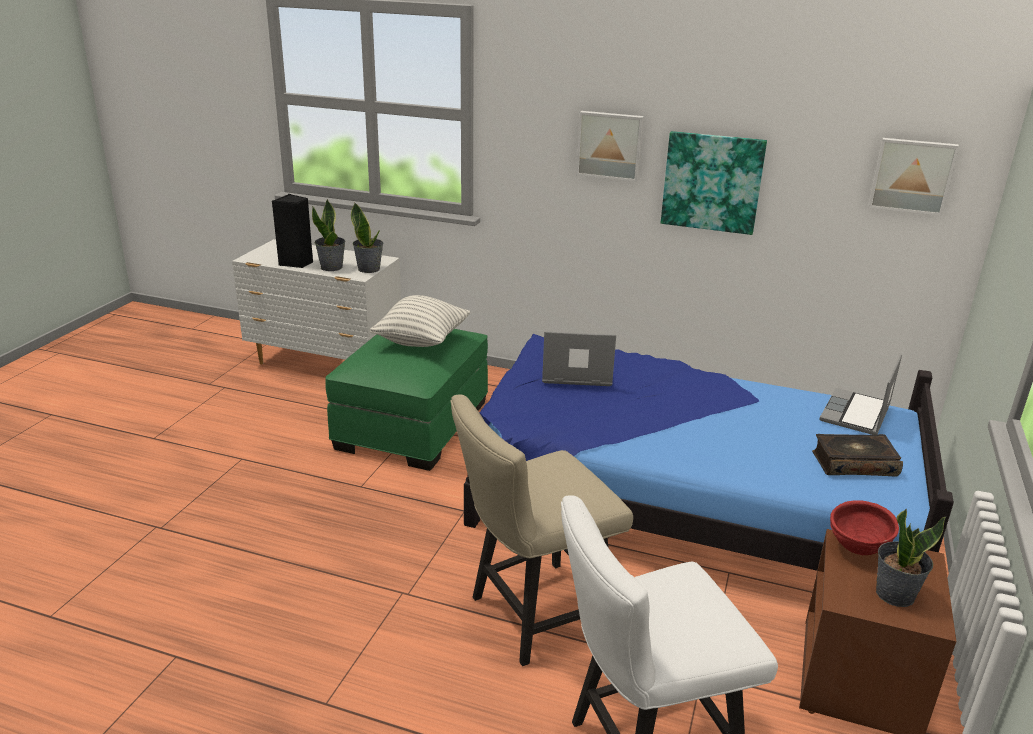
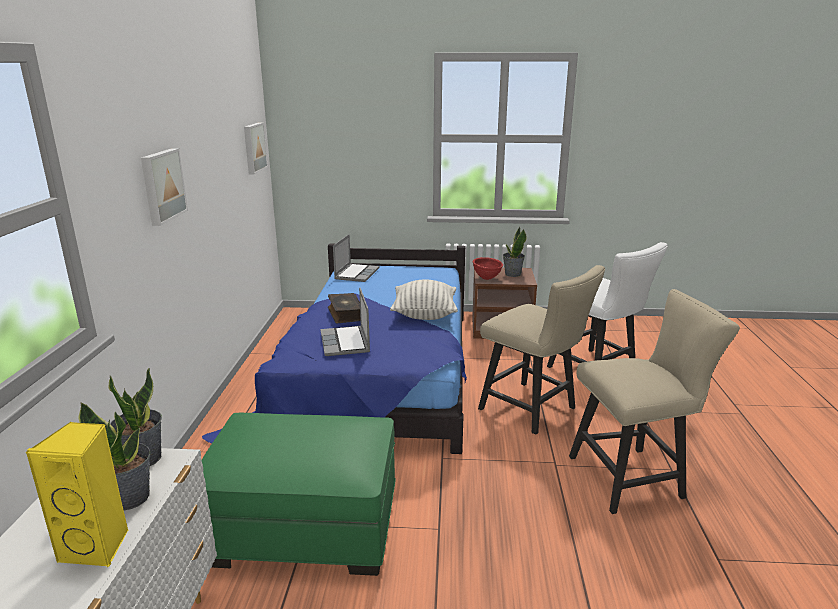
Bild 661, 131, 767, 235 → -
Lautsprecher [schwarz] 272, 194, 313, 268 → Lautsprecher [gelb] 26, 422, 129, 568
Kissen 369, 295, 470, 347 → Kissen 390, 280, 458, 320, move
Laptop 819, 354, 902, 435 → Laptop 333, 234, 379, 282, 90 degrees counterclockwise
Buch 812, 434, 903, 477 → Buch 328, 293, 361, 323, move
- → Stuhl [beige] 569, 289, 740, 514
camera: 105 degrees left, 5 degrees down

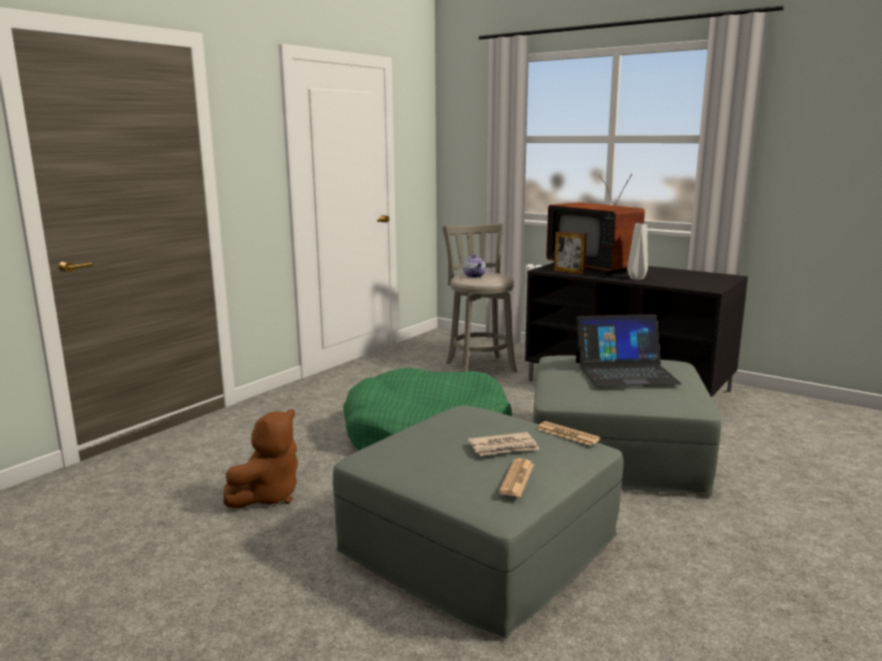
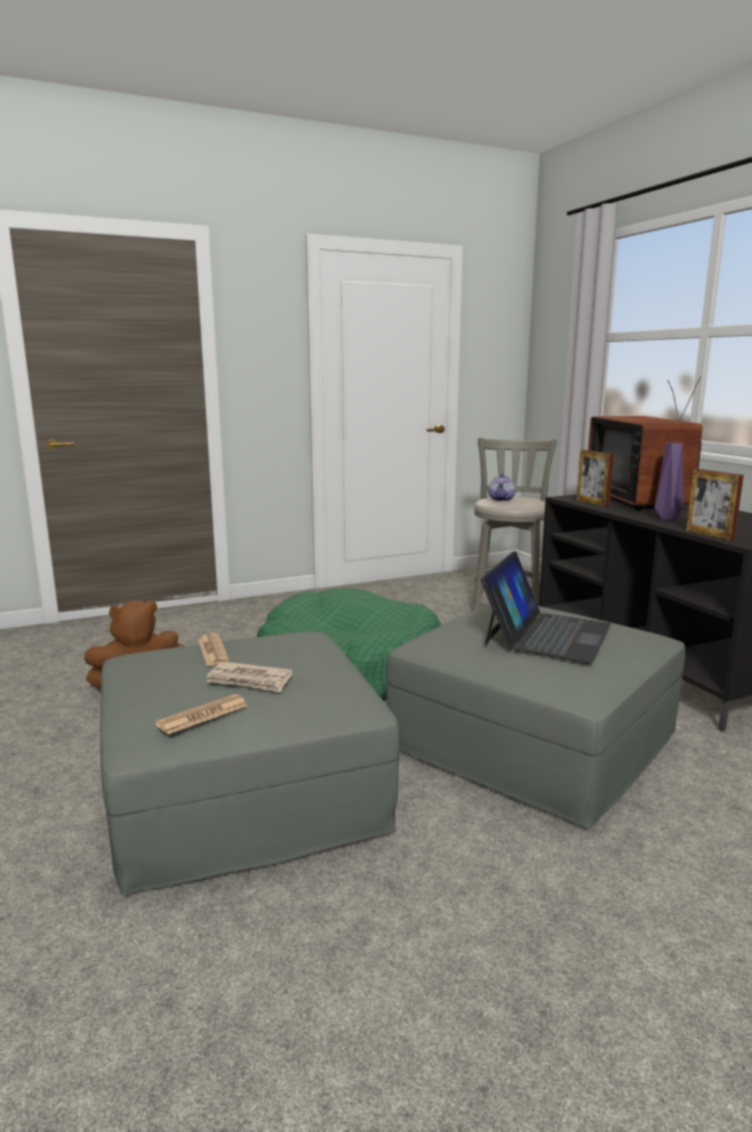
Vase [grau] 627, 223, 648, 280 → Vase [lila] 655, 442, 684, 521
Laptop 576, 314, 682, 387 → Laptop 481, 551, 611, 663, 90 degrees counterclockwise
Zeitung 537, 421, 601, 446 → Zeitung 198, 634, 229, 666, move
- → Bilderrahmen 686, 469, 744, 541
camera: 30 degrees right, 0 degrees up

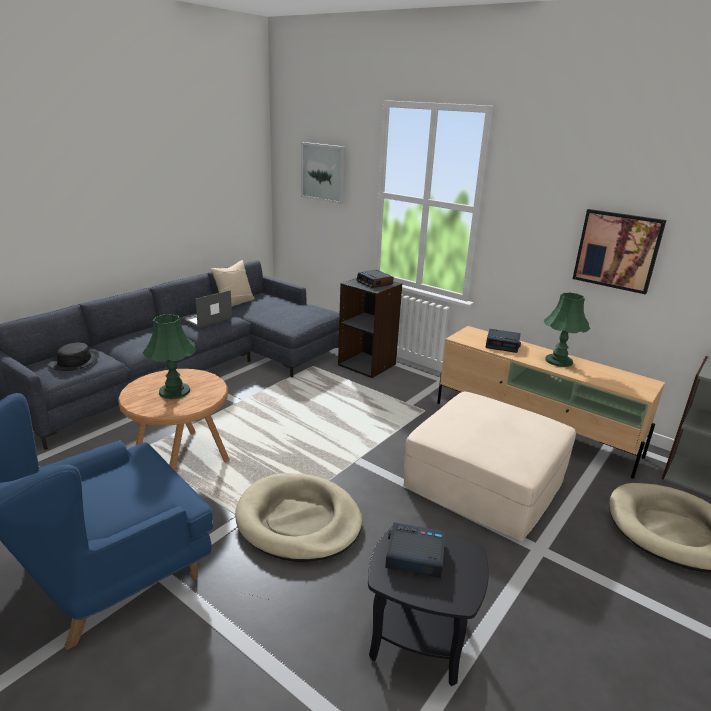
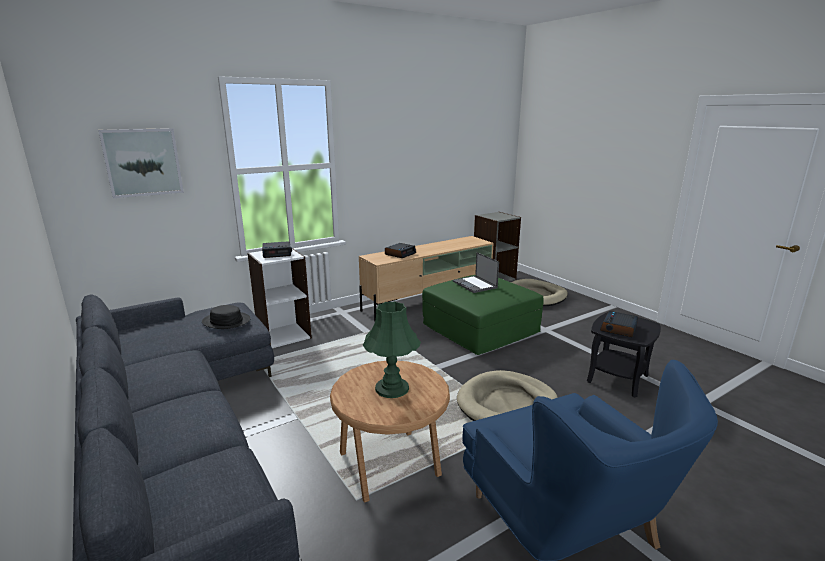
Bild 573, 209, 666, 295 → -
Kissen [beige] 211, 260, 255, 307 → -
Bücherregal [schwarz] 338, 278, 402, 378 → Bücherregal [weiß] 247, 248, 312, 348
Laptop 180, 290, 232, 328 → Laptop 453, 252, 499, 293, move
Tischlampe [grün] 544, 292, 590, 367 → -
Hut [schwarz] 49, 342, 99, 371 → Hut [schwarz] 202, 305, 251, 329, move
Polsterhocker [beige] 403, 391, 576, 541 → Polsterhocker [grün] 422, 275, 544, 355
camera: 70 degrees left, 5 degrees down

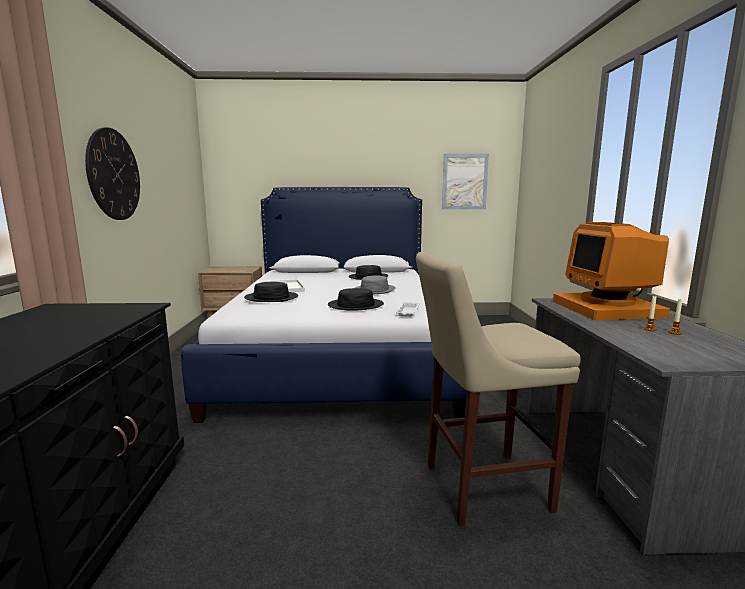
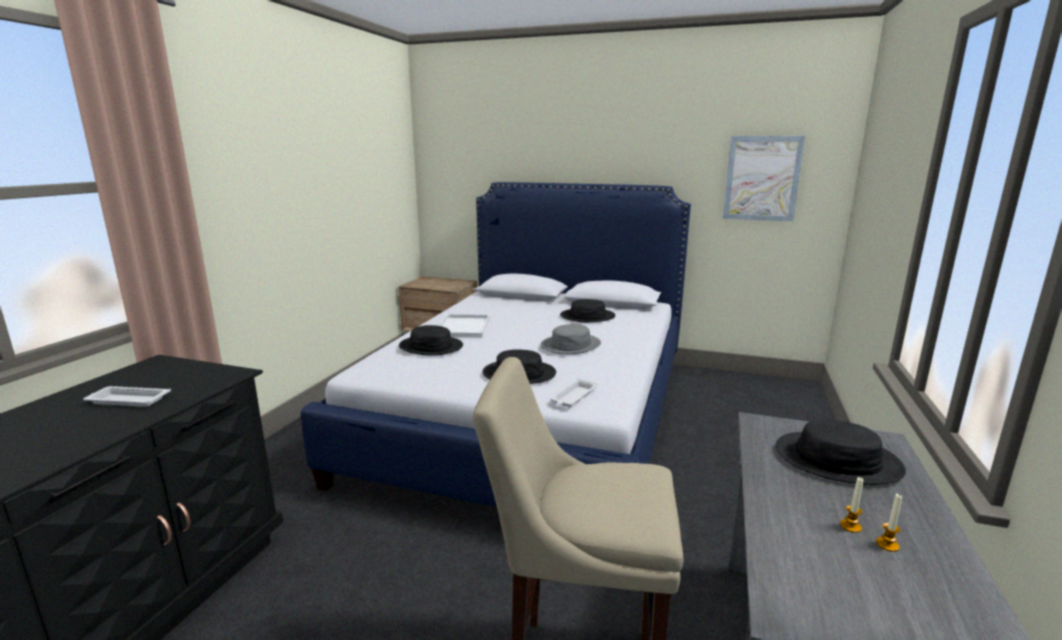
Wanduhr 85, 127, 140, 220 → -
Monitor 553, 222, 670, 320 → Hut [schwarz] 776, 420, 906, 485
- → Tablett [weiß] 83, 386, 171, 407
camera: 20 degrees right, 5 degrees up

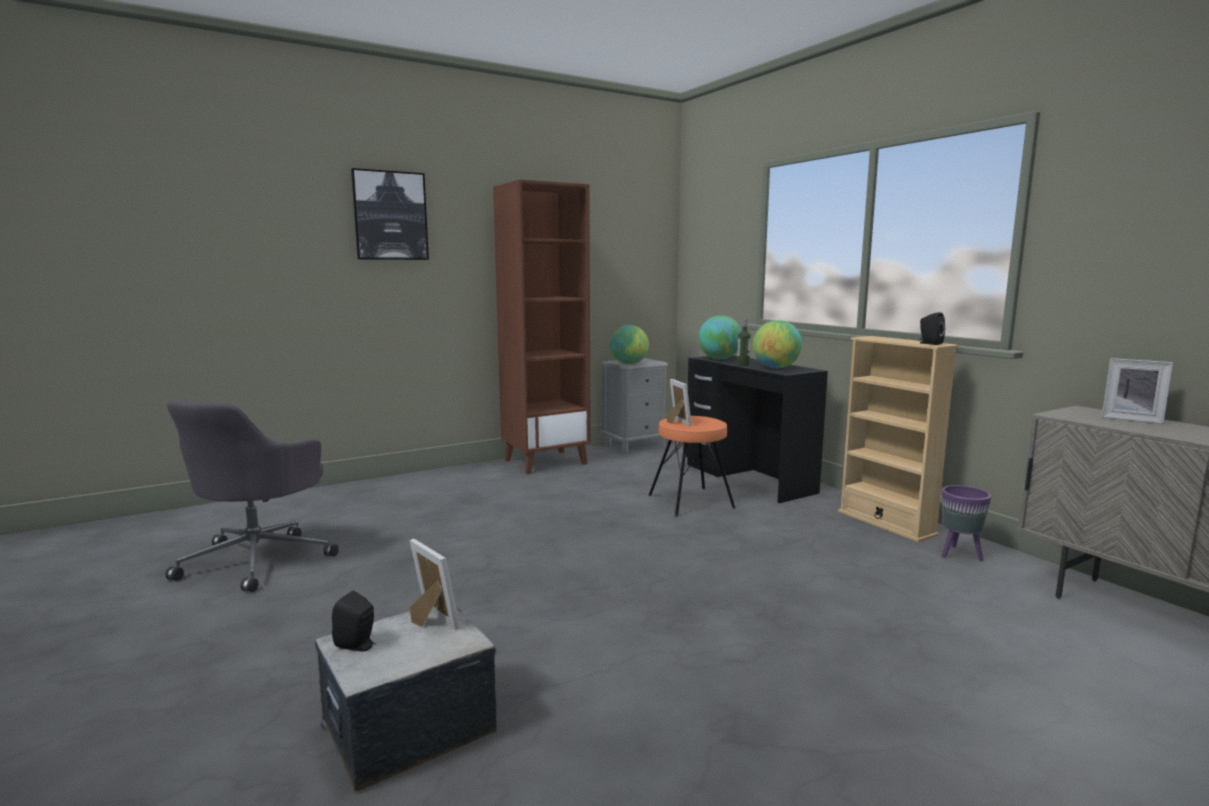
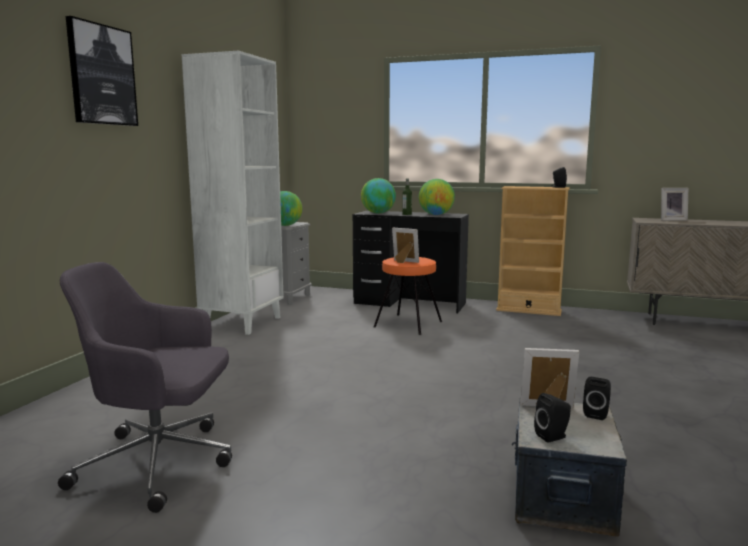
Bücherregal [braun] 493, 179, 591, 474 → Bücherregal [weiß] 182, 51, 284, 335
Bürostuhl [grau] 165, 400, 339, 592 → Bürostuhl [grau] 58, 262, 232, 513, 120 degrees clockwise
Pflanzkübel [lila] 942, 485, 991, 561 → -
- → Lautsprecher [schwarz] 583, 377, 611, 420
camera: 40 degrees left, 0 degrees up

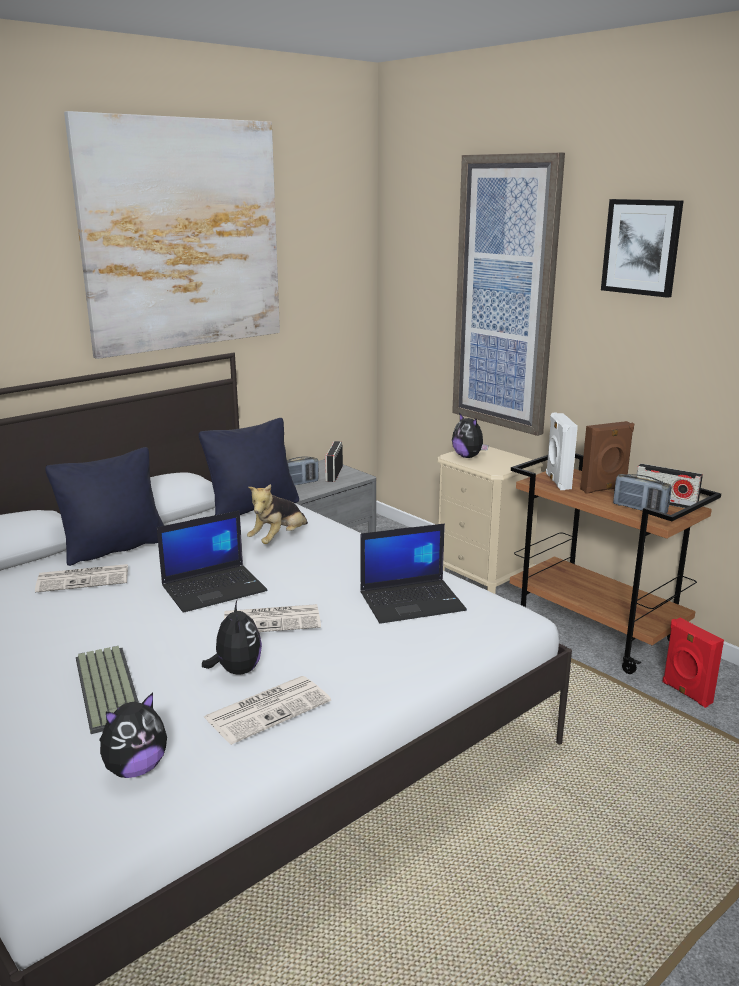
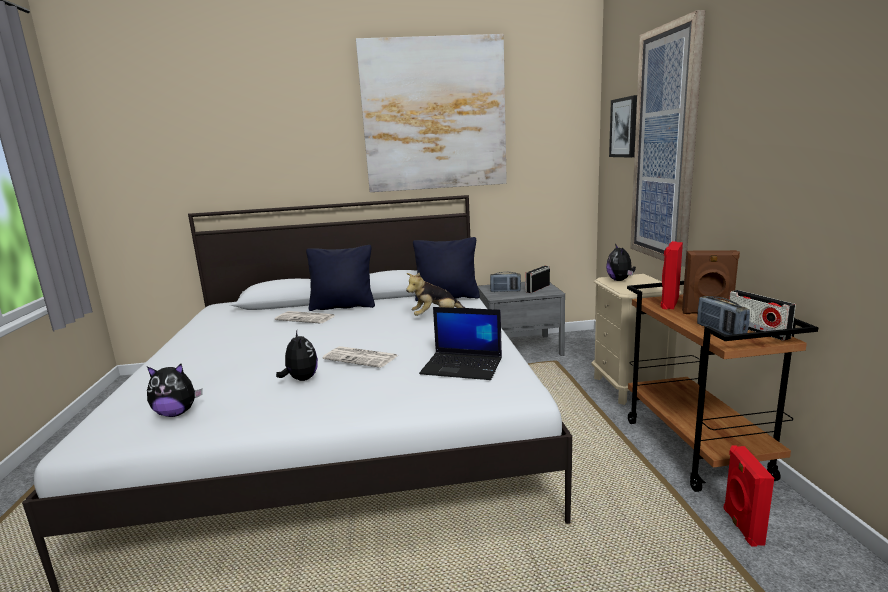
Bild 601, 199, 683, 298 → Bild 609, 95, 637, 157, move
Lautsprecher [weiß] 546, 413, 578, 490 → Lautsprecher [rot] 661, 241, 683, 309
Laptop 157, 510, 268, 613 → -
Plüschtier 202, 601, 262, 675 → Plüschtier 276, 331, 318, 381, 45 degrees counterclockwise
Tastatur 76, 646, 139, 734 → -
Zeitung 204, 676, 331, 745 → -
camera: 35 degrees right, 5 degrees down

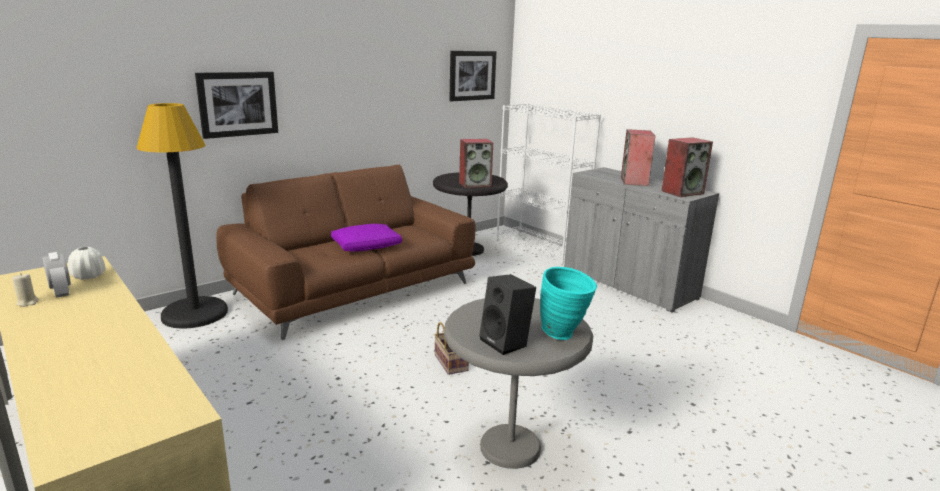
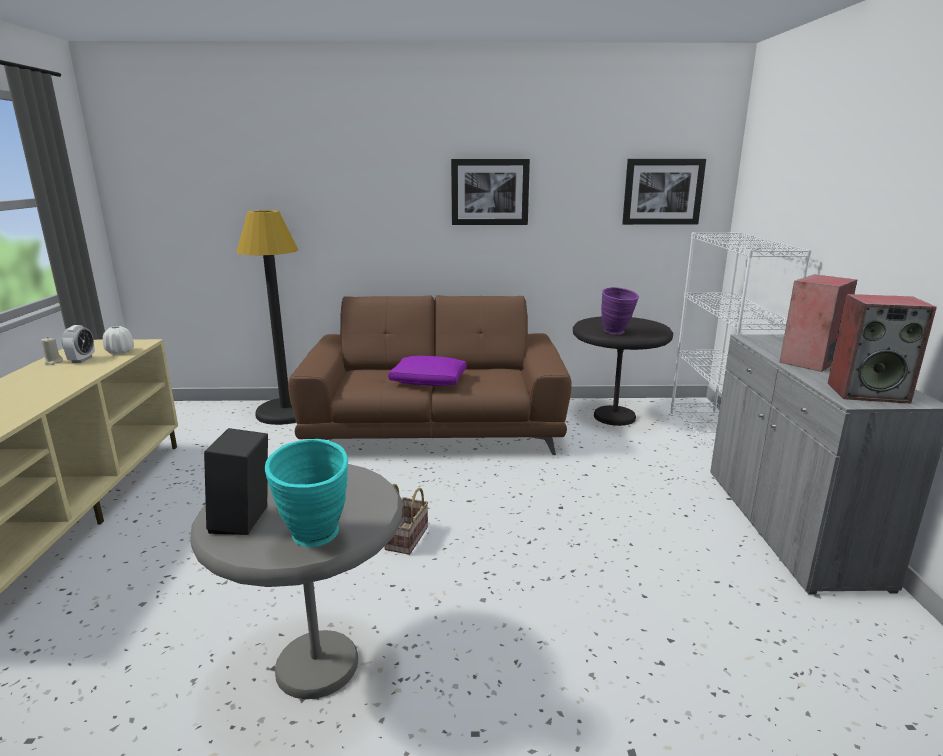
Bild 195, 72, 278, 139 → Bild 451, 159, 530, 225, move
Lautsprecher 459, 139, 493, 188 → Vase [lila] 601, 287, 639, 335
camera: 40 degrees right, 0 degrees up

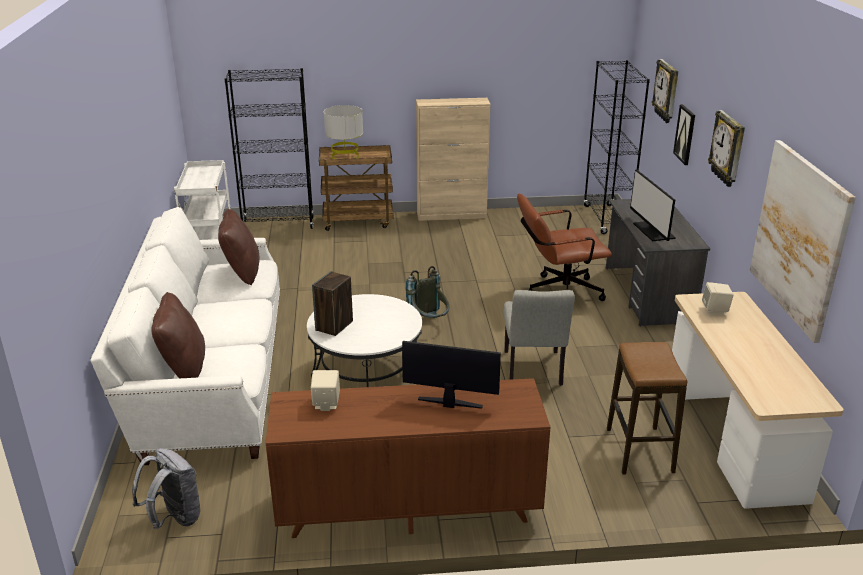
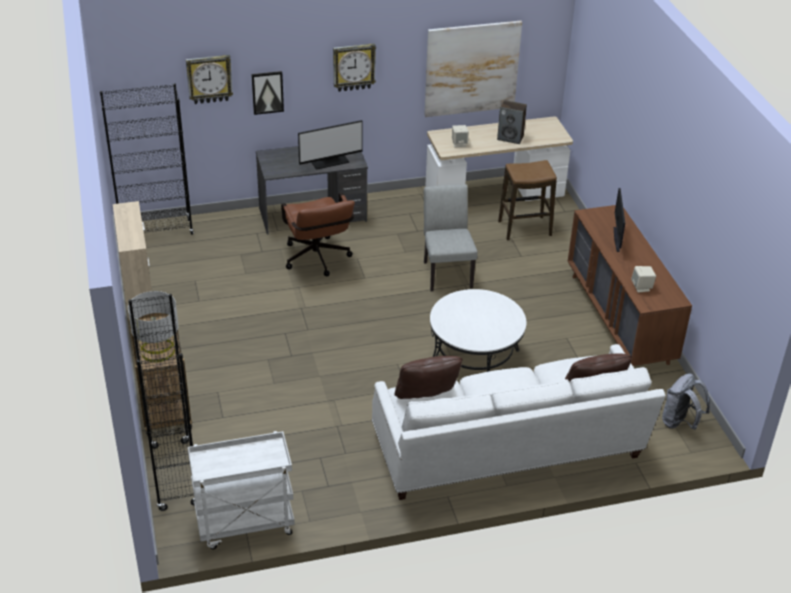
Rucksack [grau] 406, 266, 450, 318 → -
Lautsprecher 312, 271, 353, 336 → Lautsprecher 497, 100, 527, 144, move
Stuhl [grau] 503, 290, 575, 386 → Stuhl [grau] 424, 184, 478, 291, 90 degrees counterclockwise
camera: 100 degrees left, 10 degrees up

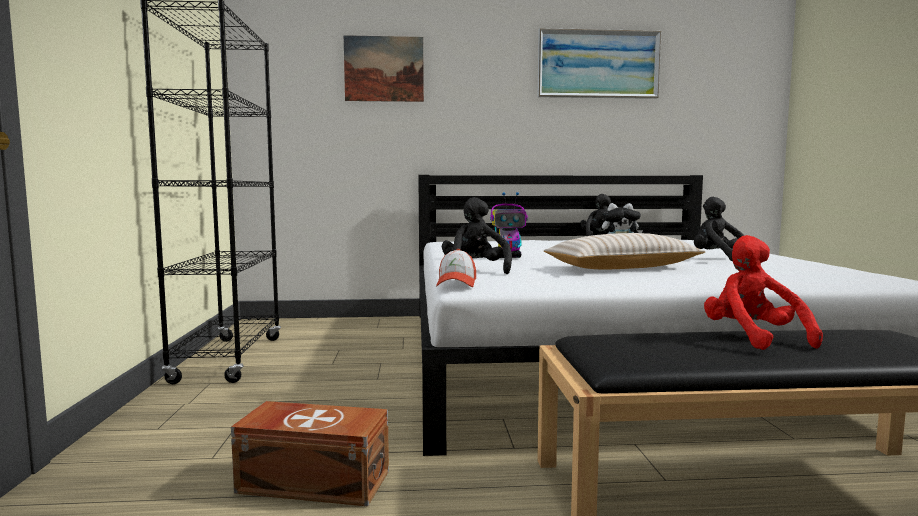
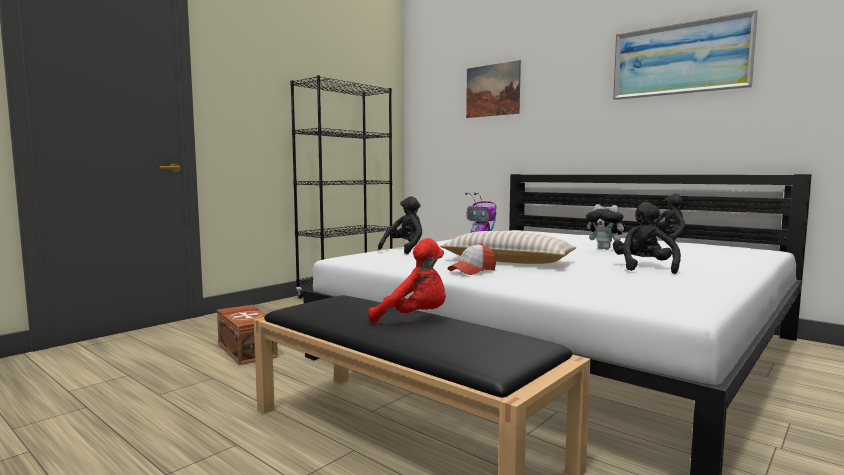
Plüschtier [rot] 704, 235, 823, 350 → Plüschtier [rot] 368, 238, 446, 323, 75 degrees clockwise
Kappe 436, 249, 476, 287 → Kappe 447, 244, 496, 275, move
camera: 45 degrees right, 0 degrees up

